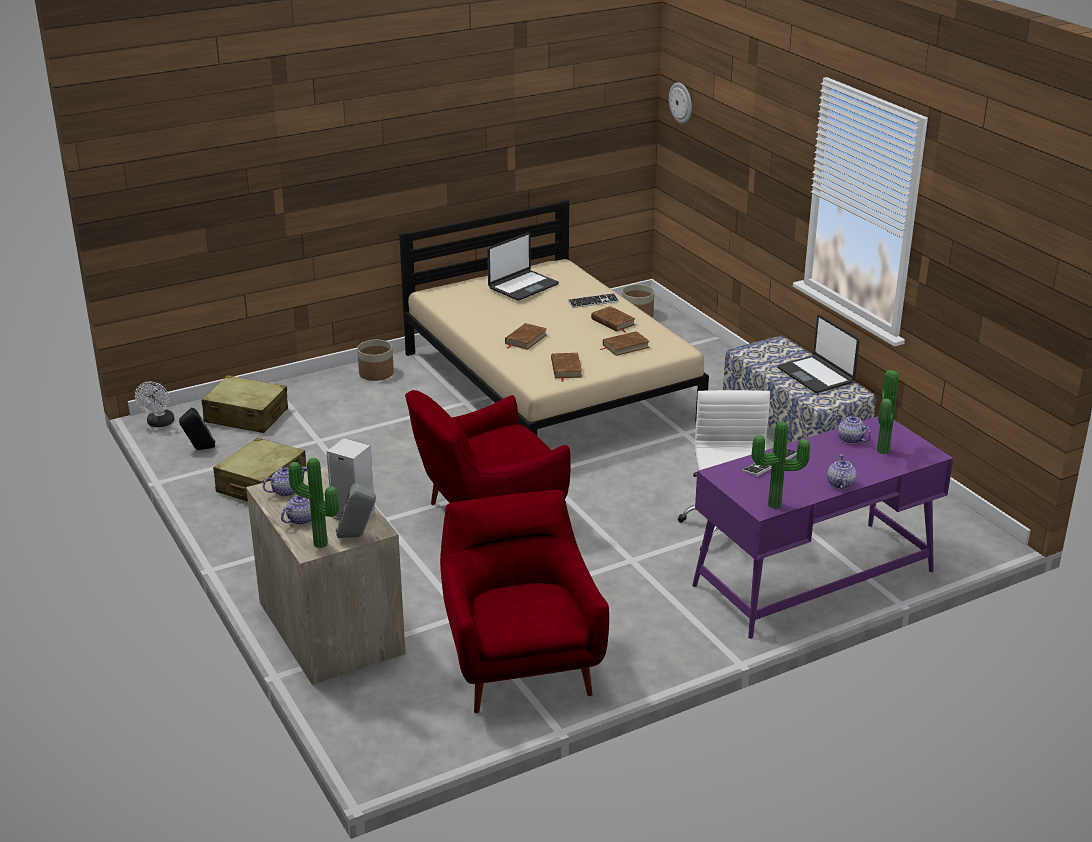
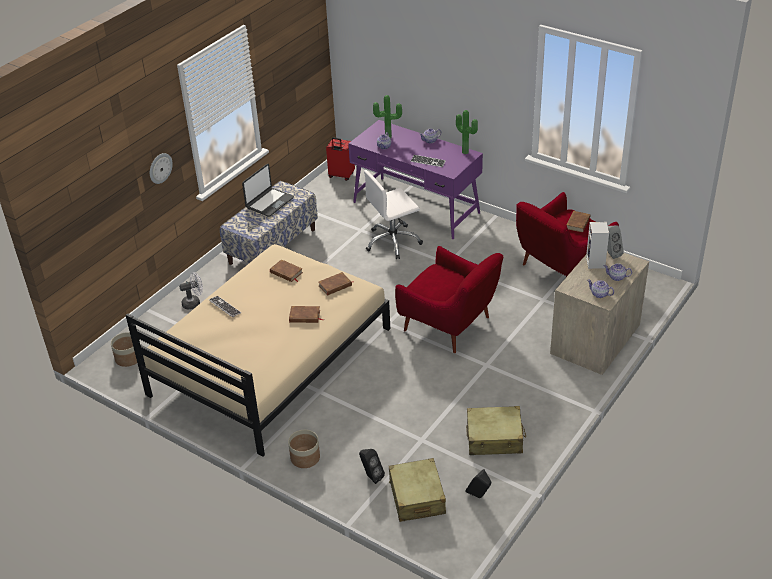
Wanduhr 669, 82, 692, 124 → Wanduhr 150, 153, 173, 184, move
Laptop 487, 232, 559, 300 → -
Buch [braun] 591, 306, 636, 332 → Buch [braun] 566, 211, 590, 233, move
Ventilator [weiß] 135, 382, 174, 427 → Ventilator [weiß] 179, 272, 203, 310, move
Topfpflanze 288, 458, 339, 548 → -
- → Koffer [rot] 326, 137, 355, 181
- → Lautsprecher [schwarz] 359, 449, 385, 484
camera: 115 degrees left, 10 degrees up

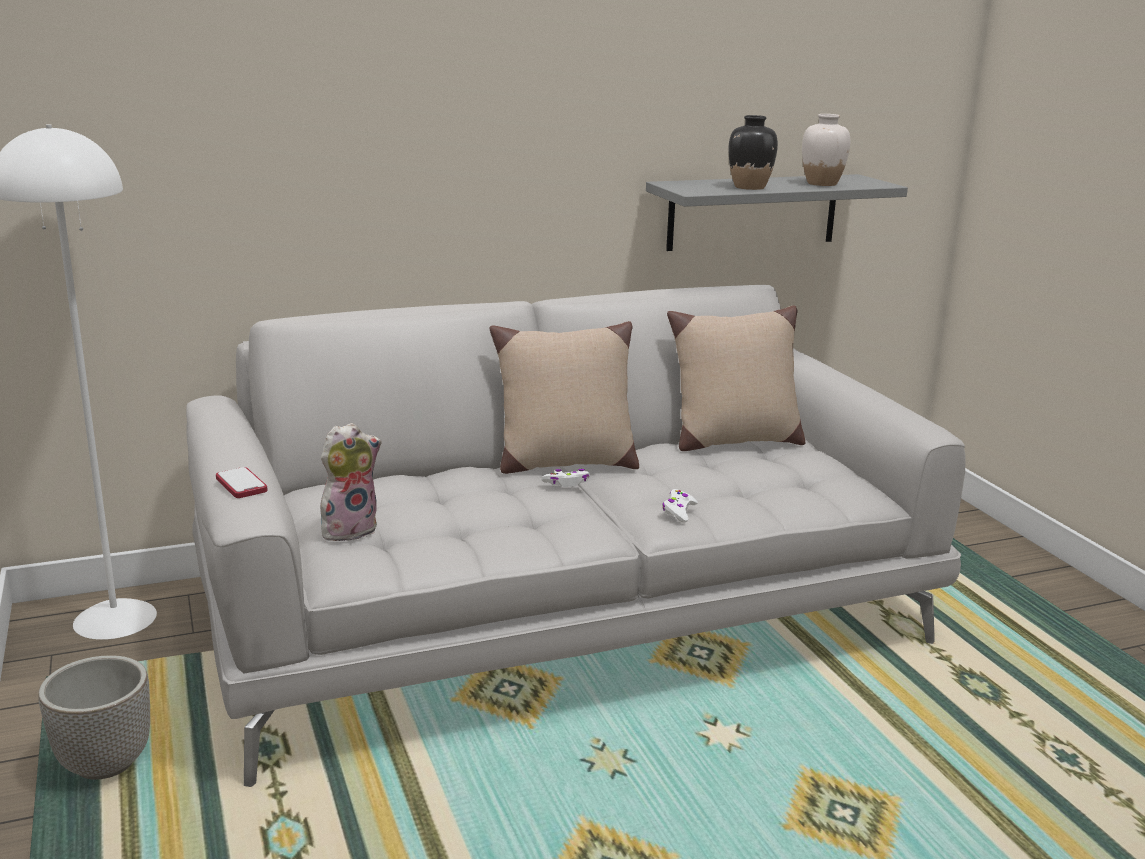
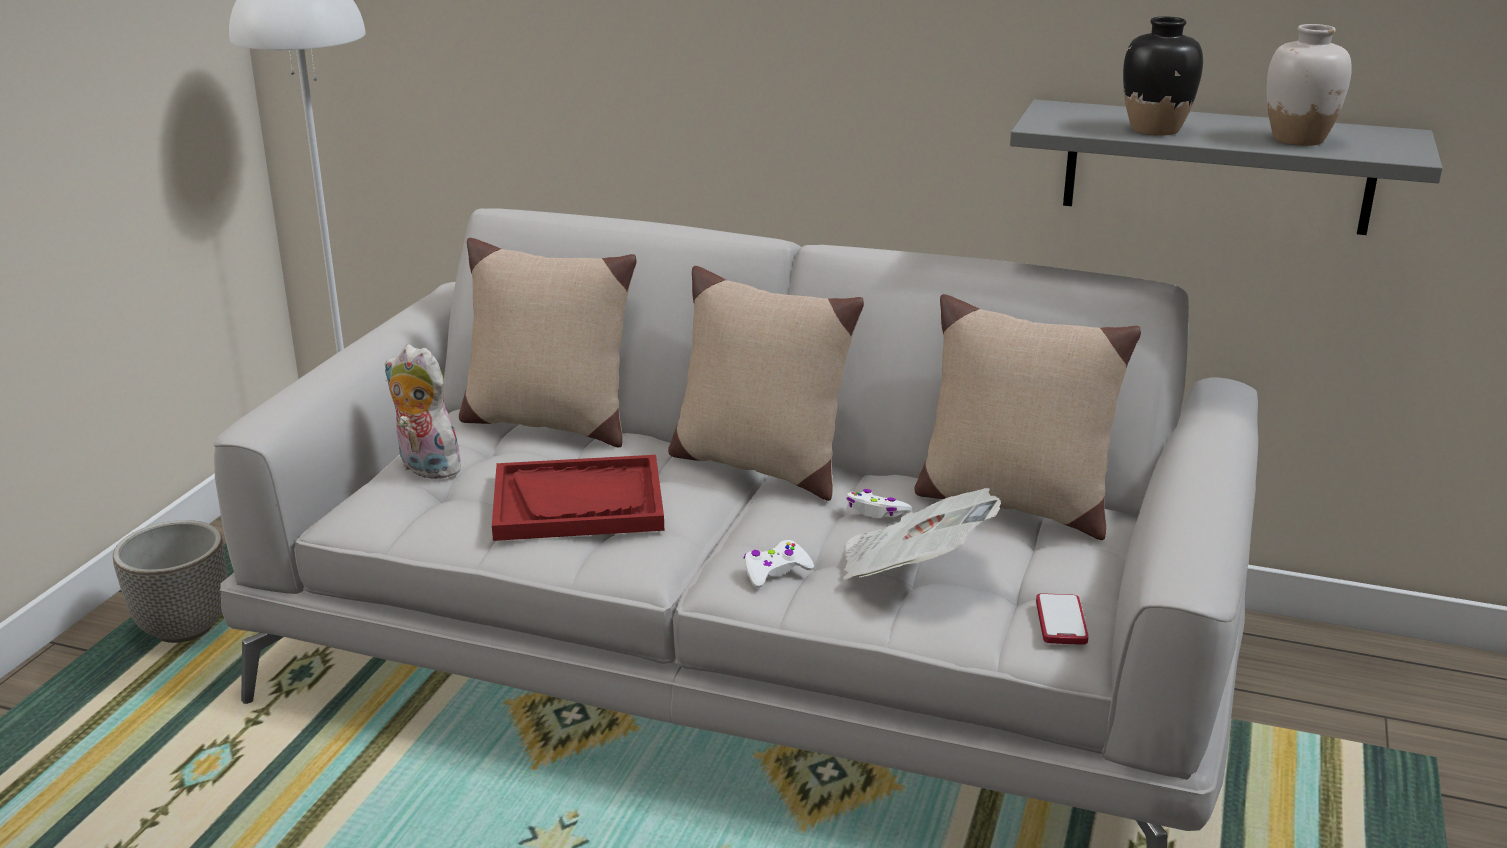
Plüschtier 320, 423, 382, 541 → Plüschtier 385, 344, 463, 480, 150 degrees counterclockwise
Handy 216, 467, 268, 498 → Handy 1036, 594, 1089, 645, move
Gamepad [weiß] 541, 469, 590, 487 → Gamepad [weiß] 846, 489, 912, 518, move
- → Kissen [beige] 459, 238, 637, 448
- → Tablett [rot] 492, 455, 664, 541
- → Zeitung 843, 488, 1001, 580
camera: 40 degrees right, 5 degrees up

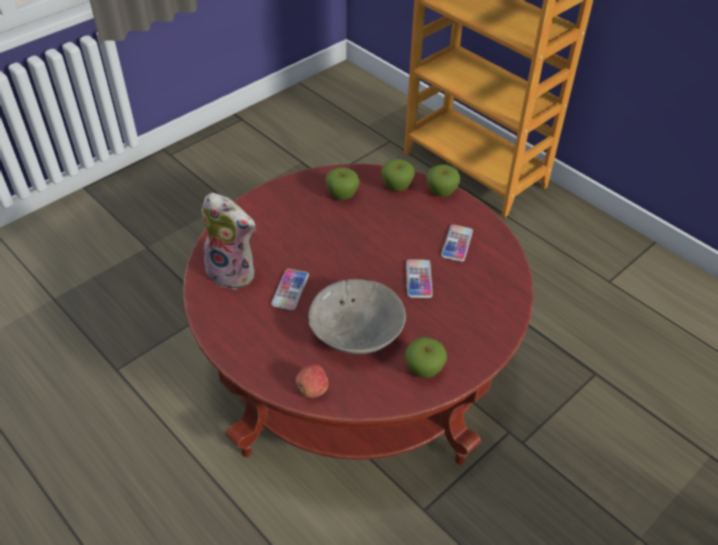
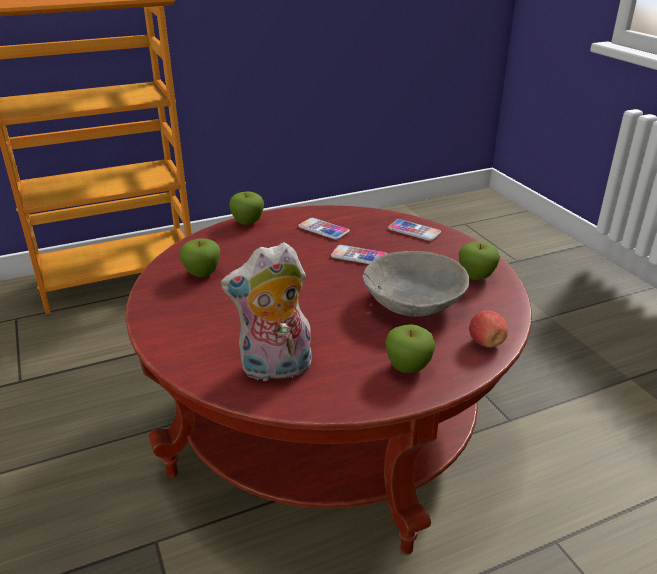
Apfel 381, 159, 415, 191 → Apfel 385, 324, 436, 373, move
Plüschtier 201, 193, 256, 290 → Plüschtier 220, 242, 312, 382, 150 degrees counterclockwise
Handy 271, 269, 309, 310 → Handy 388, 219, 441, 241, move
camera: 70 degrees left, 15 degrees down

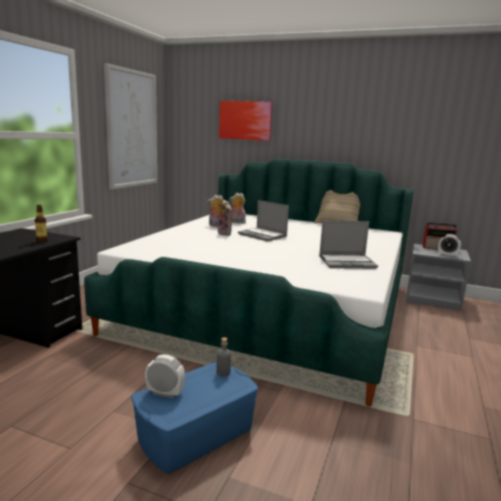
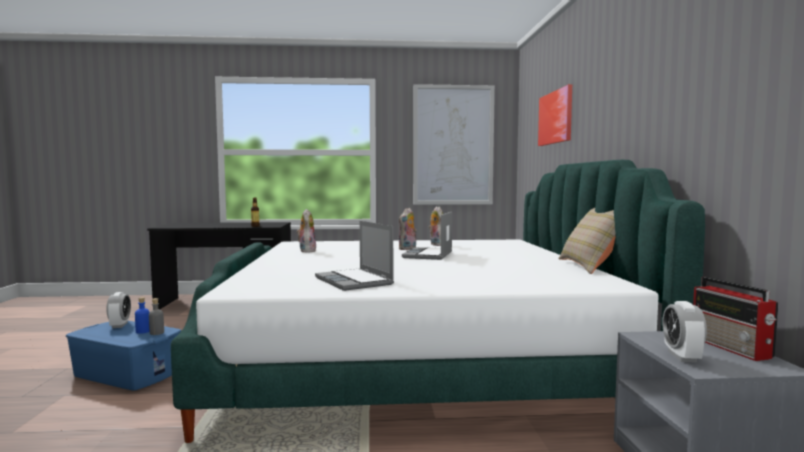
Plüschtier 229, 193, 246, 224 → Plüschtier 297, 209, 316, 252, move
- → Flasche [blau] 135, 297, 150, 334
camera: 65 degrees right, 10 degrees down

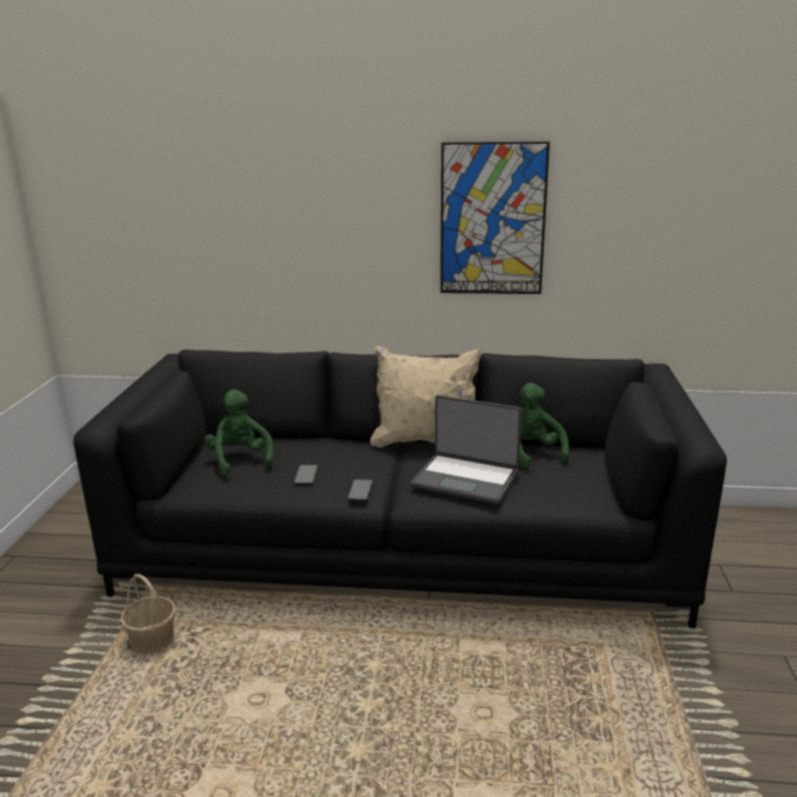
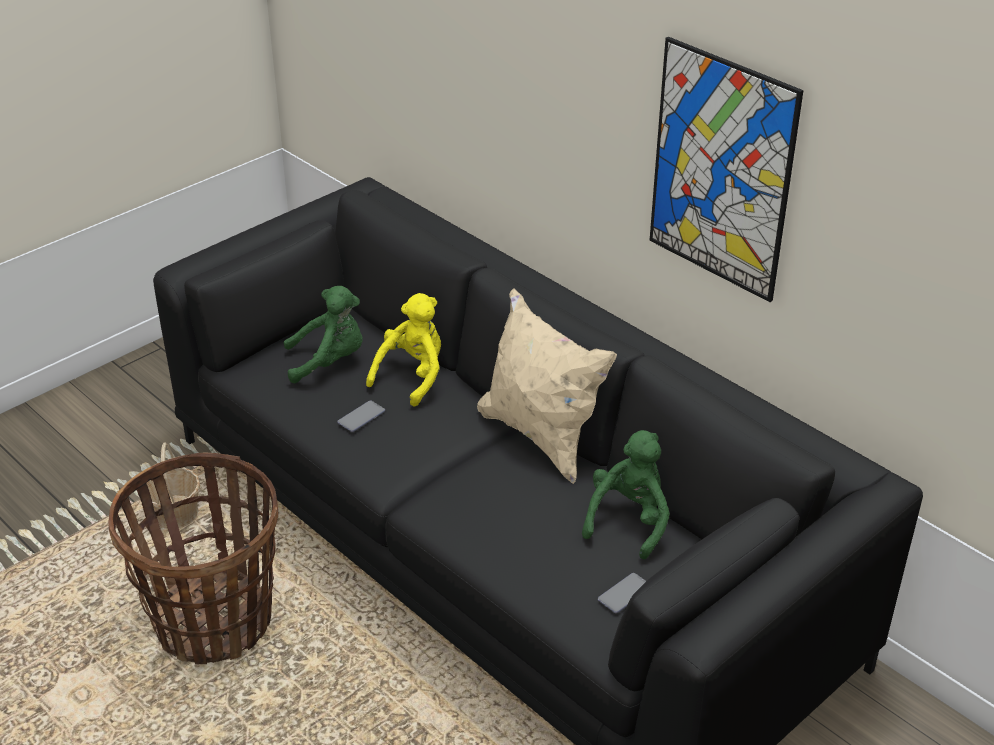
Plüschtier [grün] 204, 389, 274, 476 → Plüschtier [grün] 284, 286, 363, 383, 60 degrees clockwise
Laptop 411, 395, 522, 504 → -
Handy 348, 479, 373, 500 → Handy 598, 573, 646, 613, move
- → Plüschtier [gelb] 366, 293, 441, 407
- → Korb 108, 453, 278, 664
camera: 40 degrees right, 15 degrees up

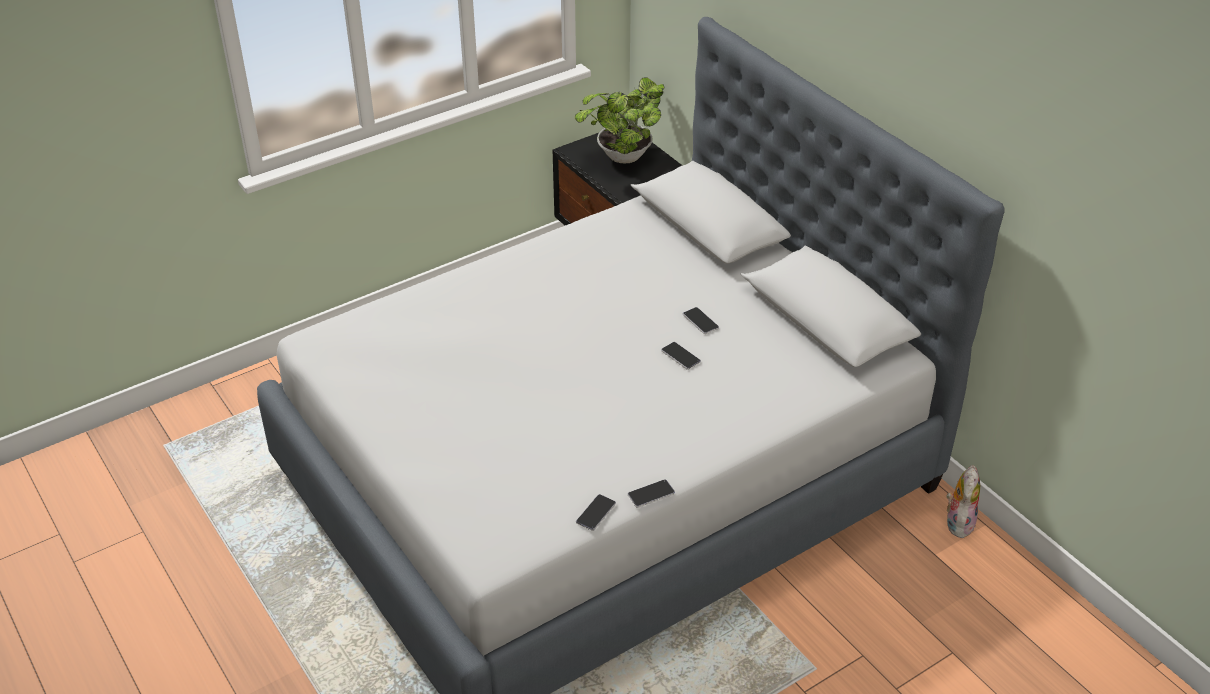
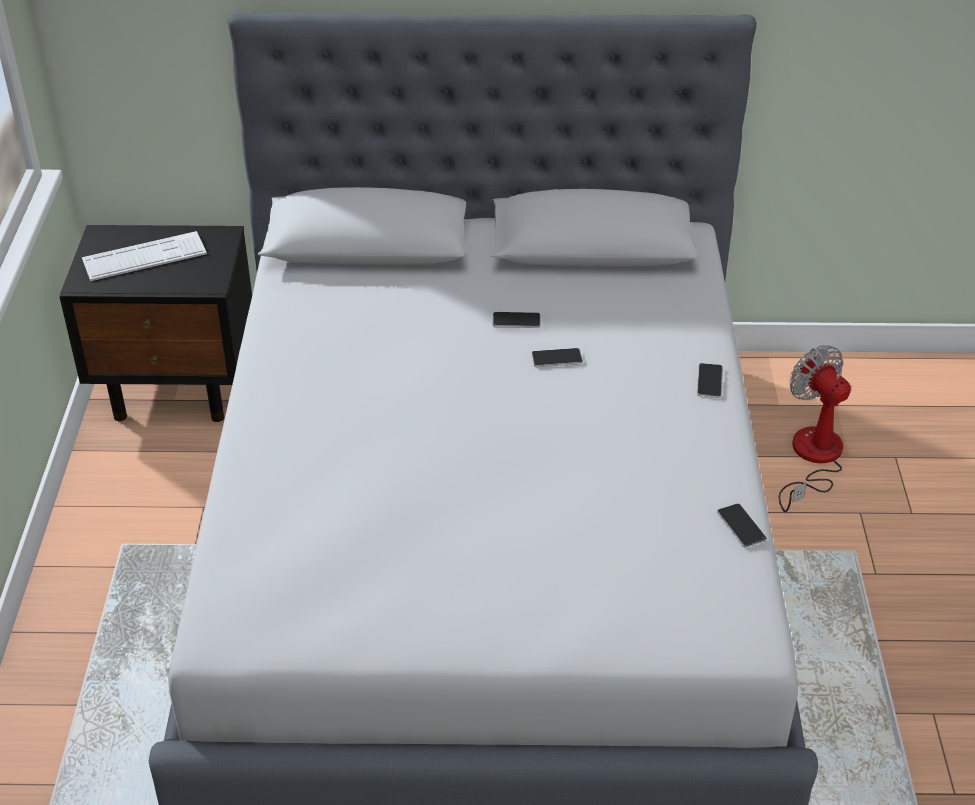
Topfpflanze 575, 77, 665, 164 → Tastatur 82, 231, 207, 281
Plüschtier 946, 465, 980, 538 → -
Handy 628, 479, 675, 508 → Handy 697, 363, 723, 398, move
- → Ventilator 779, 345, 851, 512
camera: 55 degrees left, 0 degrees up

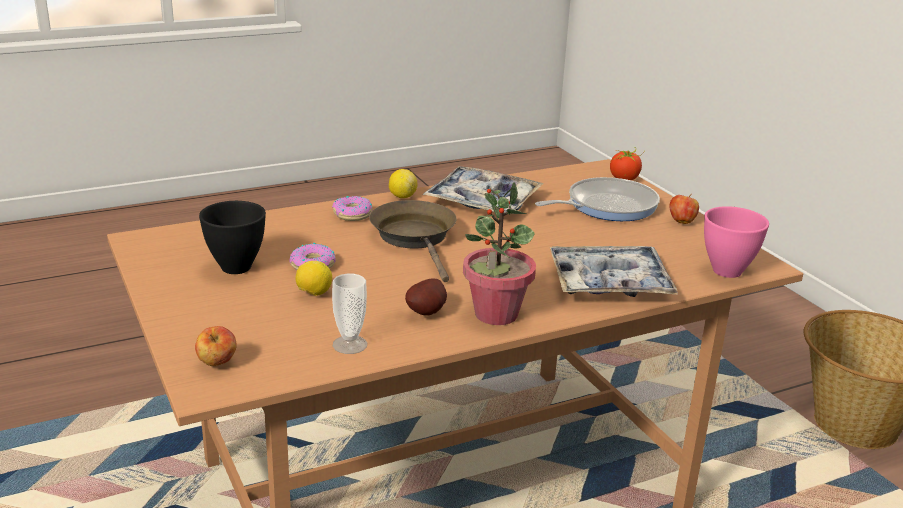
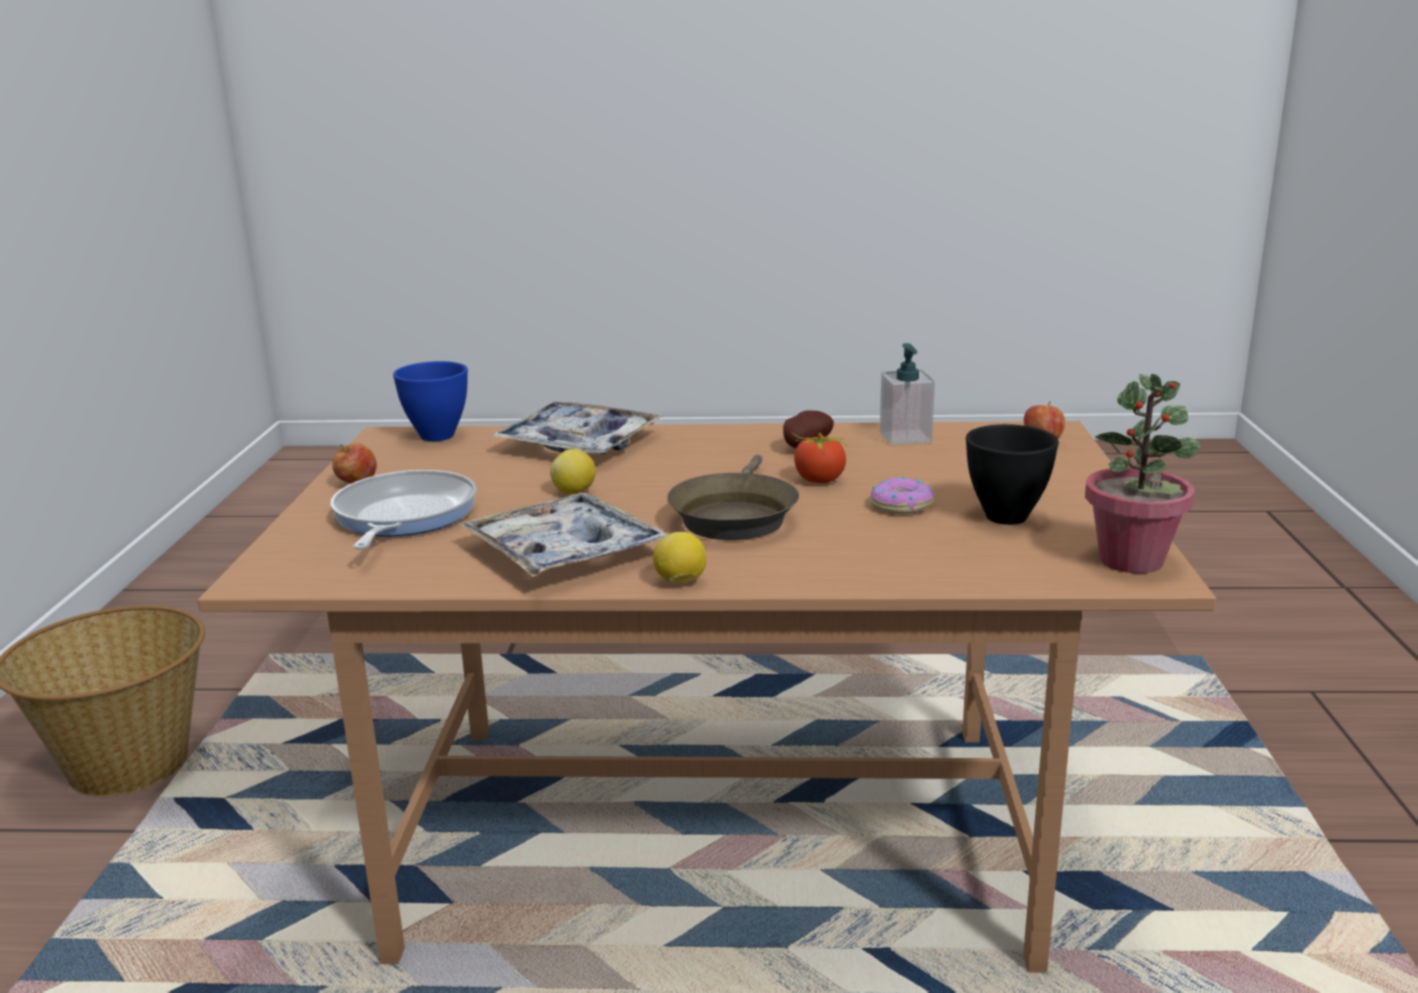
Tomate 610, 147, 645, 180 → Tomate 792, 432, 848, 483, move
Pfanne 535, 177, 660, 221 → Pfanne 331, 470, 477, 550, 90 degrees clockwise
Topfpflanze 463, 182, 536, 325 → Topfpflanze 1085, 374, 1201, 573, move
Donut 332, 196, 373, 221 → -
Schüssel [rosa] 704, 206, 769, 278 → Schüssel [blau] 393, 361, 468, 441
Zitrone 296, 261, 332, 296 → Zitrone 550, 449, 596, 494, move
Tasse 332, 274, 367, 354 → Seifenspender 880, 343, 935, 445
camera: 150 degrees left, 5 degrees down

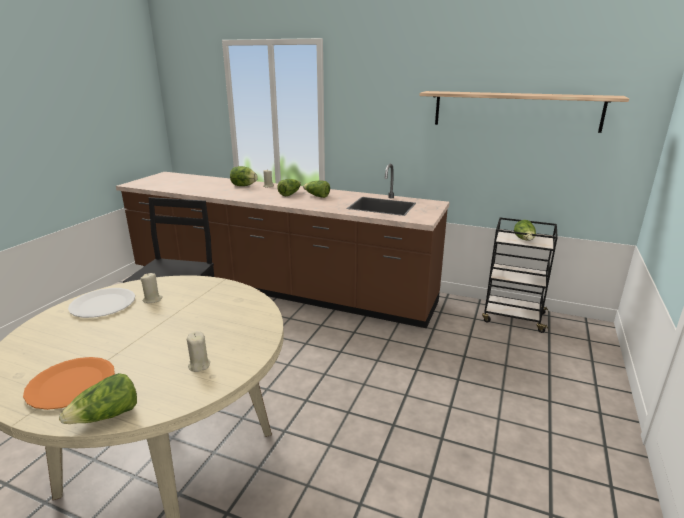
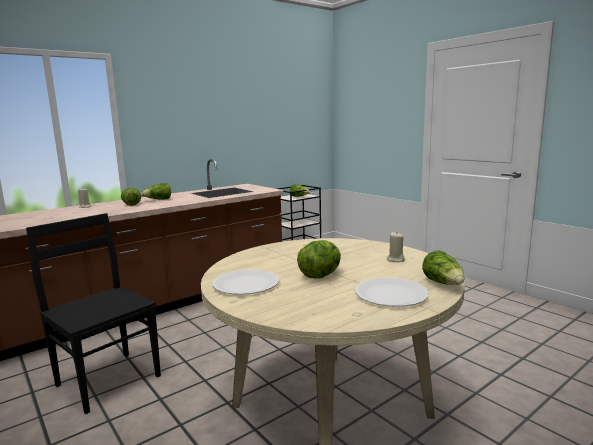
Wandregal 419, 91, 629, 133 → -
Salatkopf 230, 166, 258, 186 → Salatkopf 297, 240, 341, 278, move
Kerze [beige] 140, 273, 163, 303 → -
Teller [orange] 23, 357, 115, 410 → Teller [weiß] 355, 278, 429, 307
camera: 60 degrees left, 10 degrees down

